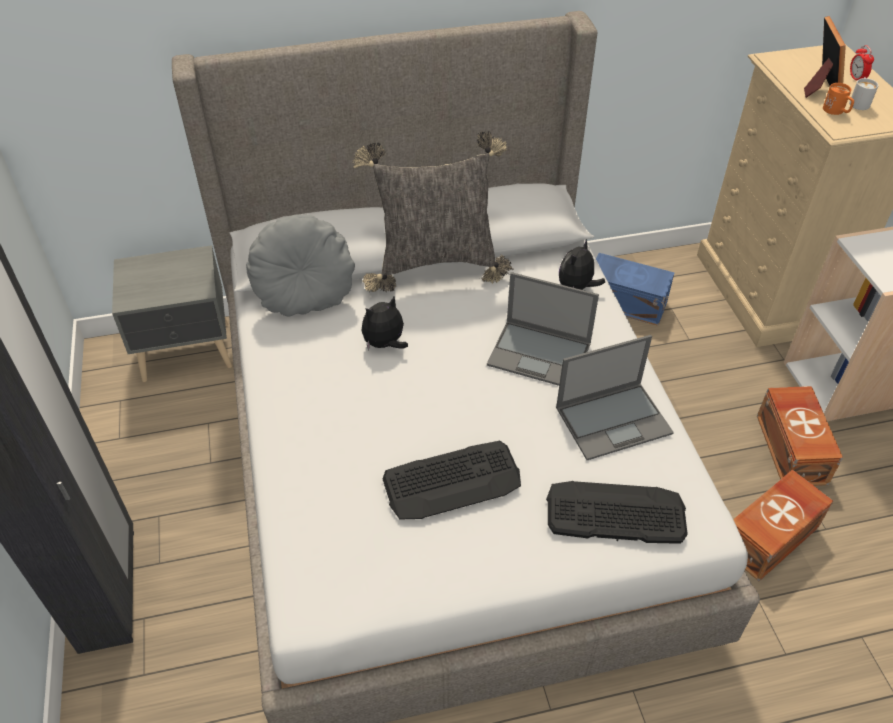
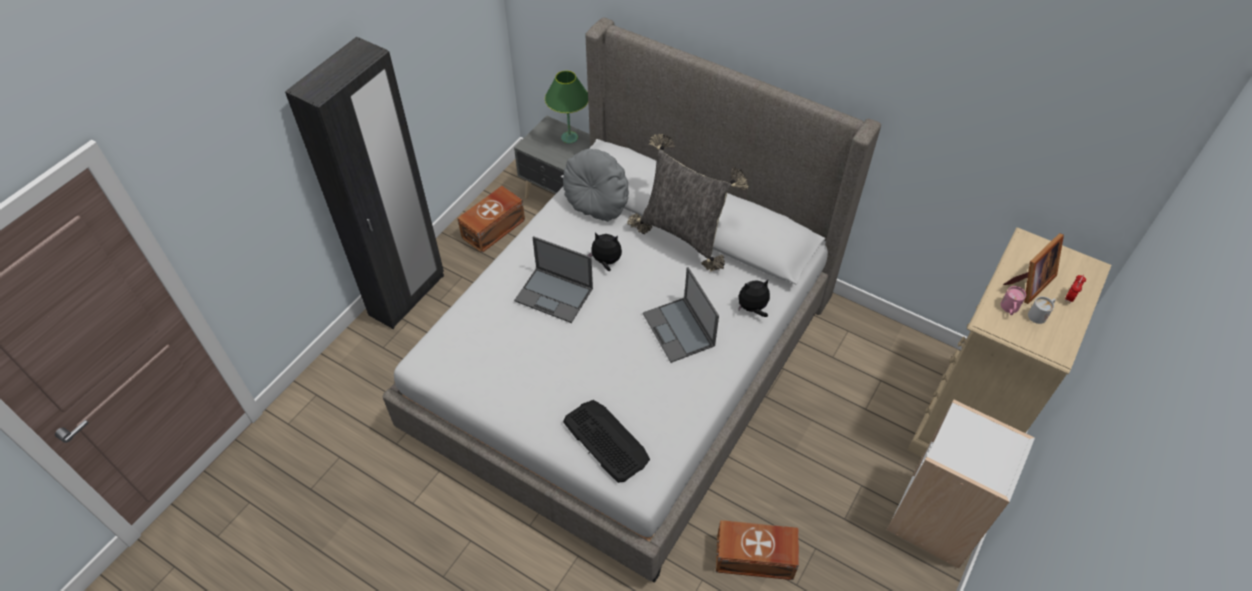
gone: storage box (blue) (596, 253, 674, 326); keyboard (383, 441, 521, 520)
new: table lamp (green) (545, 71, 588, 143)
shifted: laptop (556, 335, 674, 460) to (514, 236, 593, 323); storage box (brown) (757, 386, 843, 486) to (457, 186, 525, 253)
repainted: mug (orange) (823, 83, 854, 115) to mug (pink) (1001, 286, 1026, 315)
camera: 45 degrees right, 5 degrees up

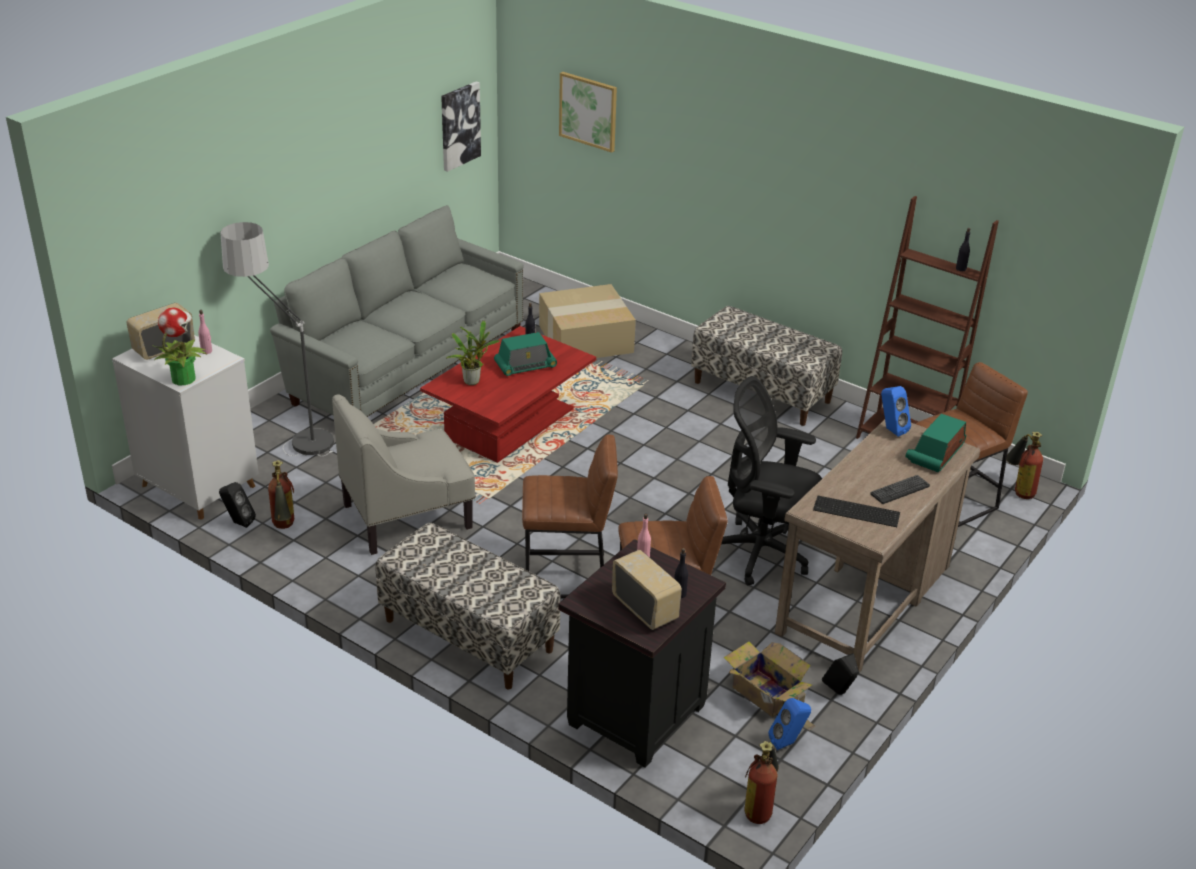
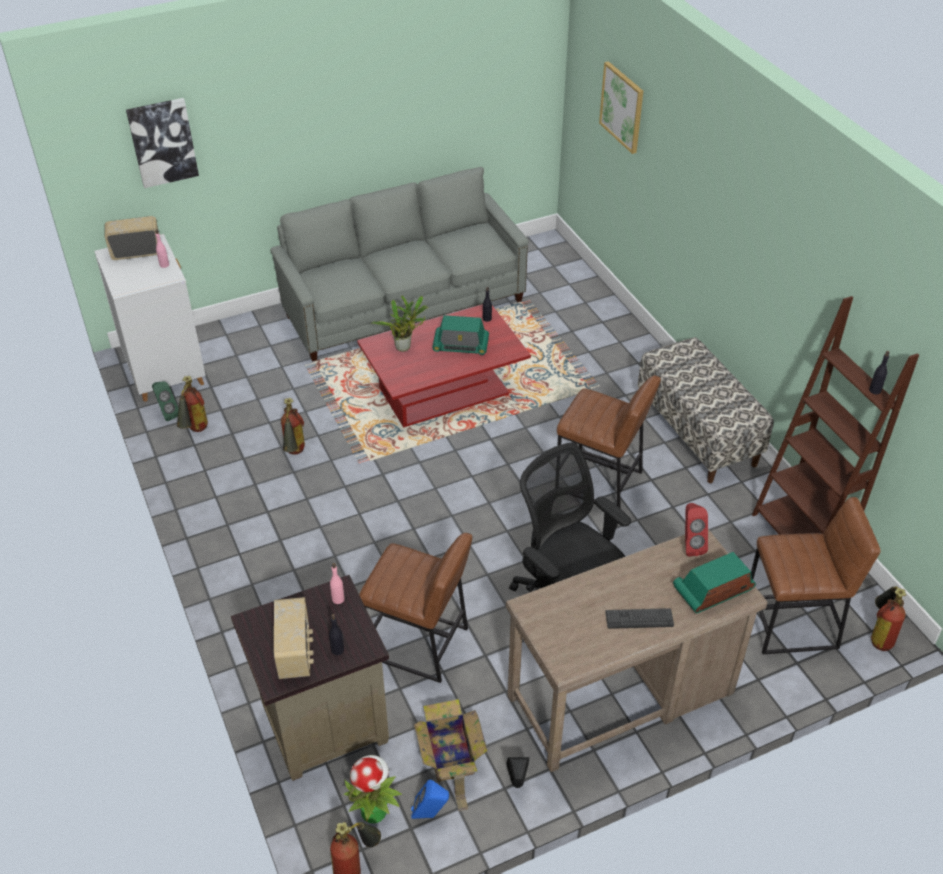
gone: floor lamp (220, 222, 334, 456); cardboard box (539, 284, 636, 358); keyboard (813, 496, 900, 527); bench (376, 522, 561, 689)
shifted: picture (441, 81, 481, 172) to (126, 98, 199, 188); potted plant (154, 308, 208, 385) to (343, 755, 402, 823); chair (brown) (522, 434, 618, 599) to (557, 375, 661, 508)
swapped: armchair (grey) (332, 394, 476, 555) to fire extinguisher (281, 398, 305, 454)
repainted: speaker (blue) (881, 386, 911, 437) to speaker (red) (685, 503, 708, 557); speaker (black) (219, 482, 256, 528) to speaker (green) (152, 381, 179, 421); cabinet (black) (558, 539, 726, 768) to cabinet (beige) (231, 575, 389, 781)
camera: 30 degrees right, 10 degrees up

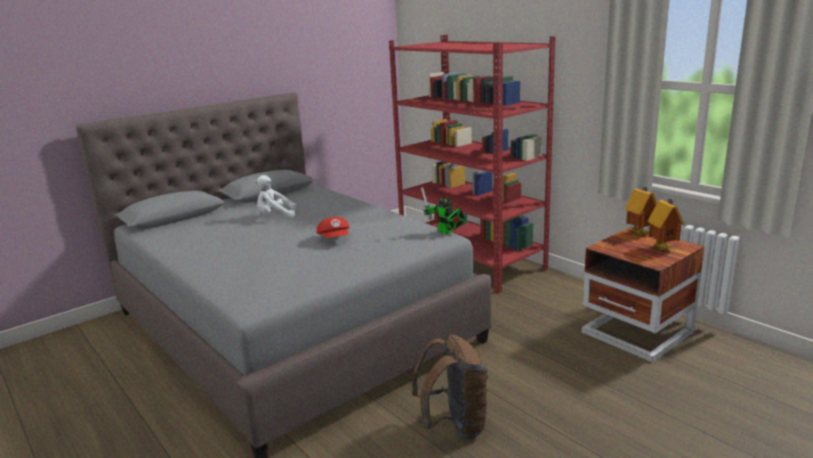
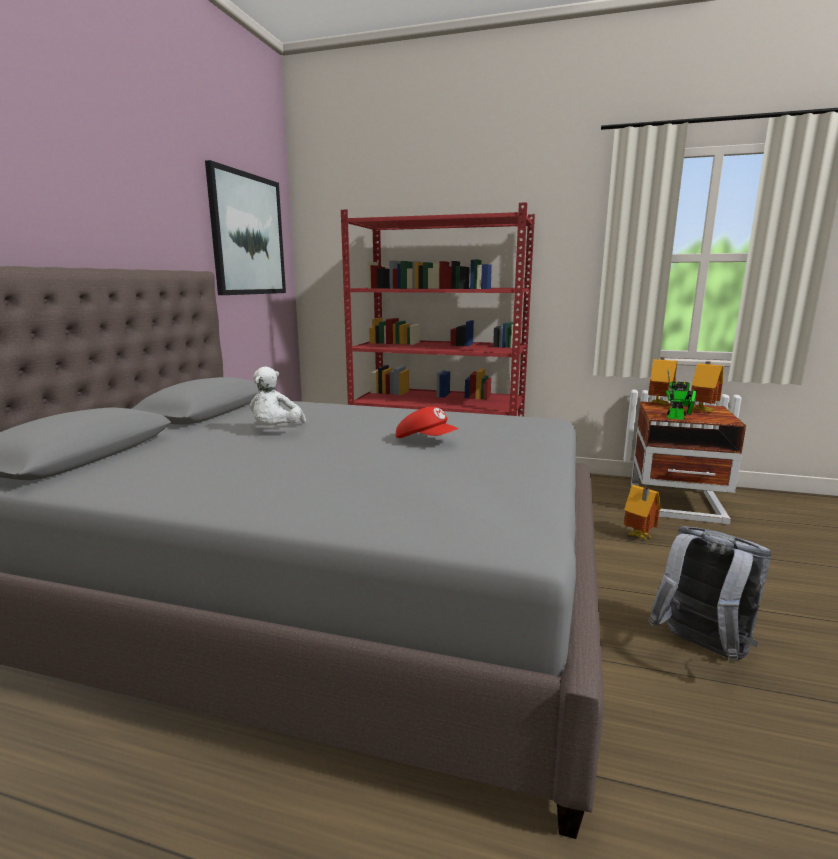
new: picture (205, 160, 286, 295); toy house (624, 485, 661, 542)
shifted: toy robot (421, 187, 466, 234) to (666, 370, 697, 420)
repainted: backpack (brown) (412, 335, 488, 440) to backpack (grey) (648, 526, 772, 661)
rotated: plush toy (white) (255, 175, 297, 218) = (250, 367, 306, 426) 45 degrees counterclockwise
camera: 35 degrees left, 5 degrees down

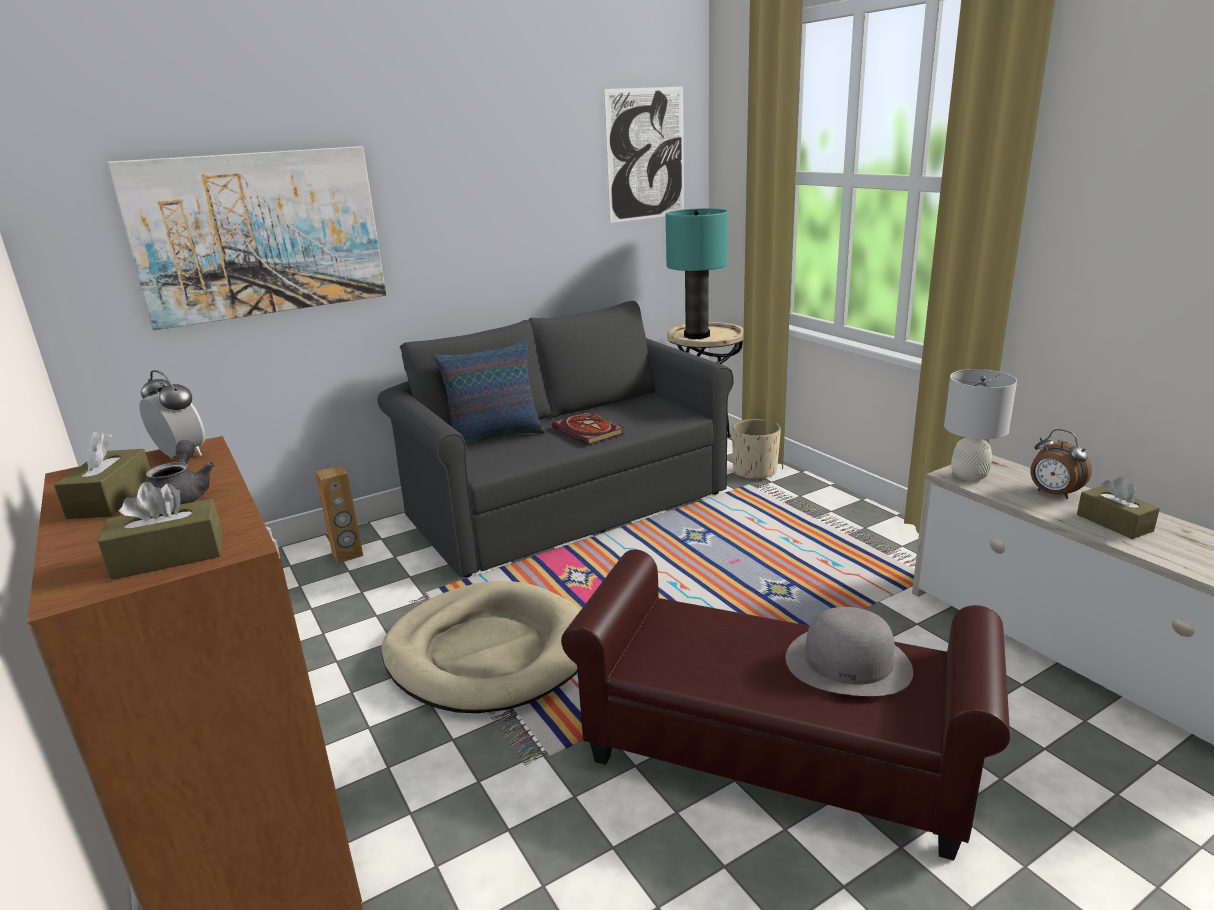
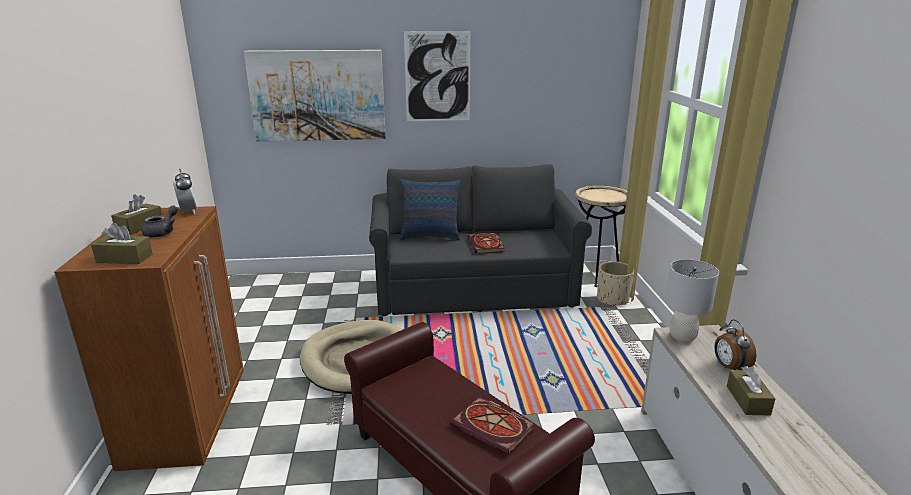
gone: table lamp (turquoise) (666, 208, 728, 339); speaker (brown) (315, 466, 363, 563)
shifted: picture (604, 87, 684, 223) to (404, 31, 471, 121)
swapped: hat (grey) (786, 607, 913, 696) to book (450, 396, 535, 456)
camera: 25 degrees right, 0 degrees up

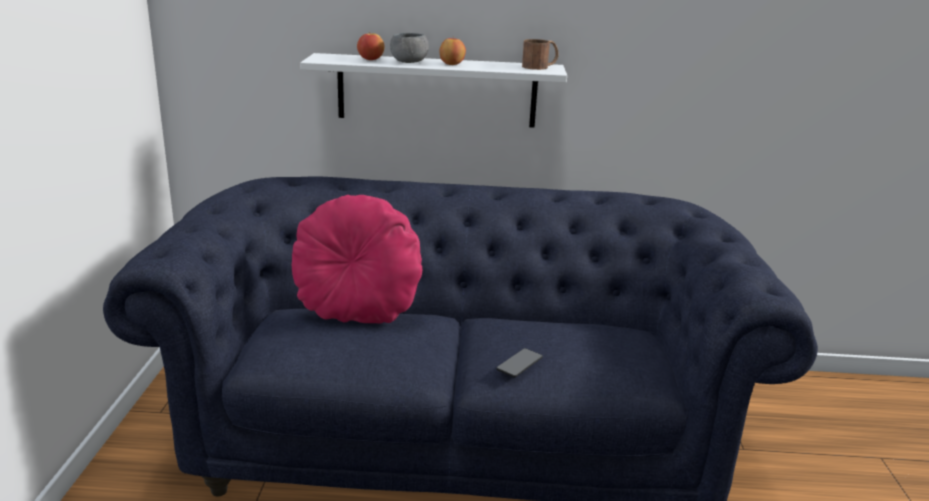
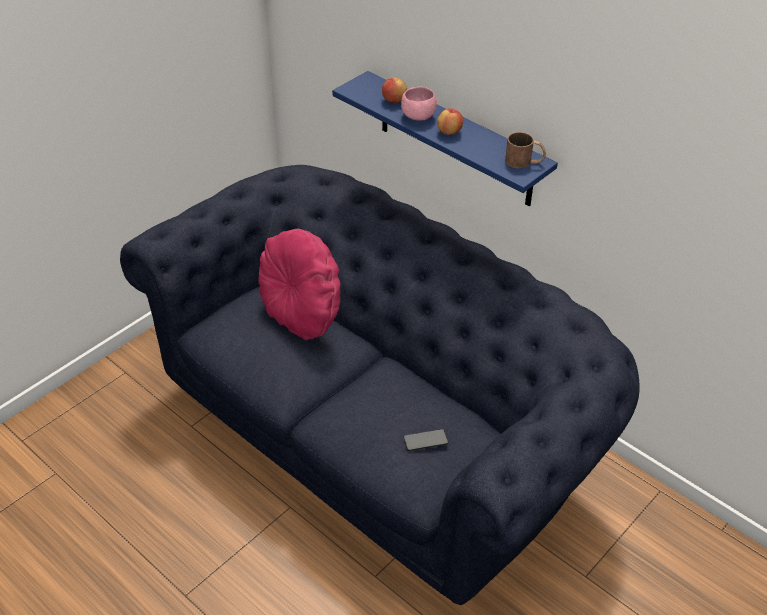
shifted: phone (496, 348, 543, 377) to (403, 429, 448, 451)
repainted: bowl (grey) (390, 33, 429, 63) to bowl (pink) (401, 87, 437, 121); shelf (white) (300, 53, 567, 128) to shelf (blue) (332, 71, 558, 206)
camera: 40 degrees right, 20 degrees up

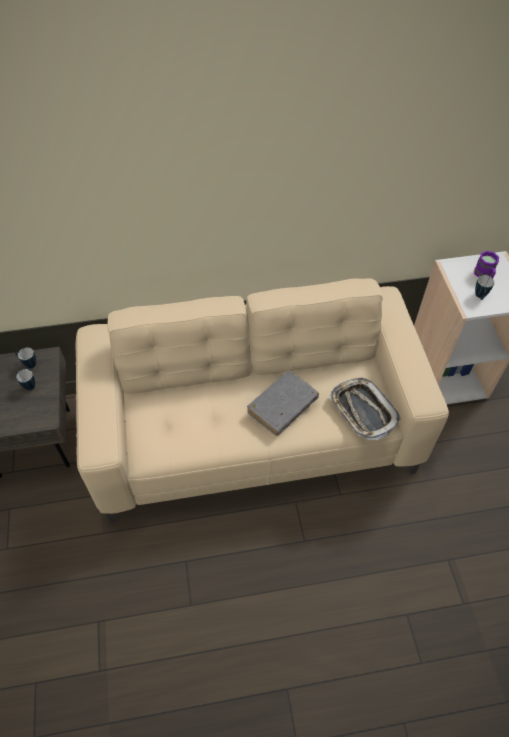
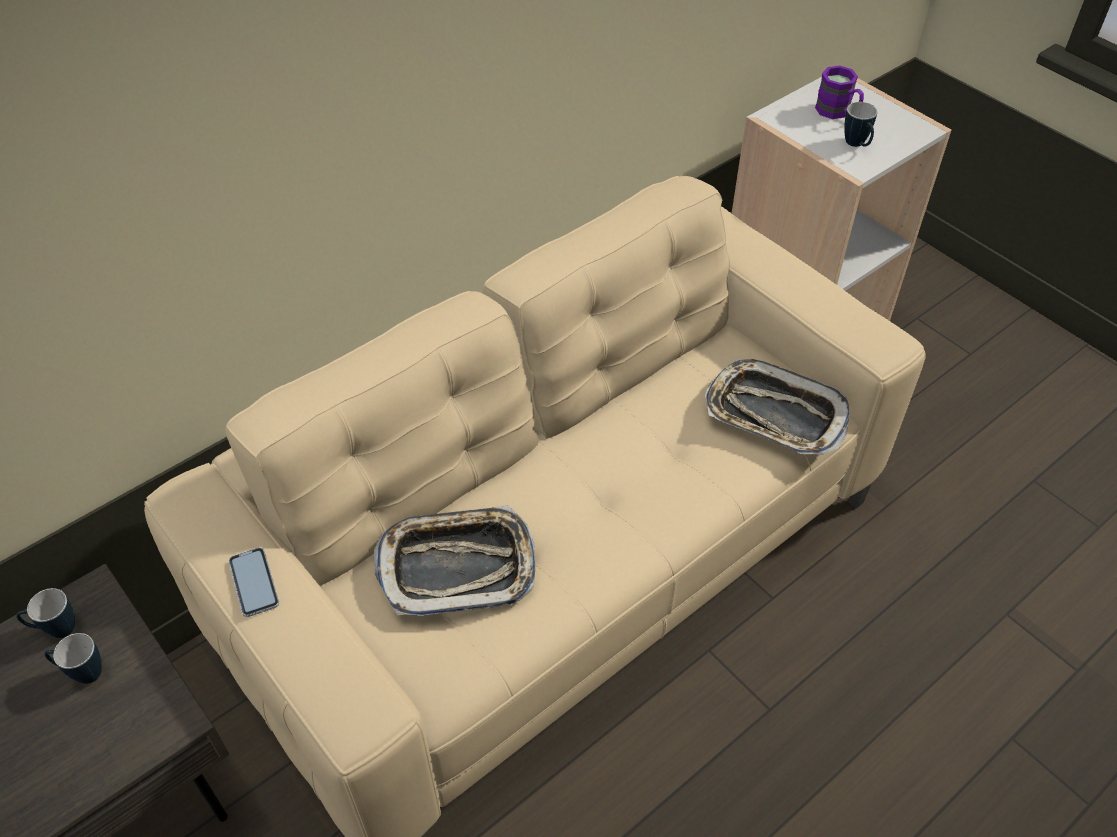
gone: book (grey) (247, 371, 319, 436)
new: tray (374, 505, 535, 616); phone (229, 547, 279, 617)
camera: 30 degrees left, 5 degrees down

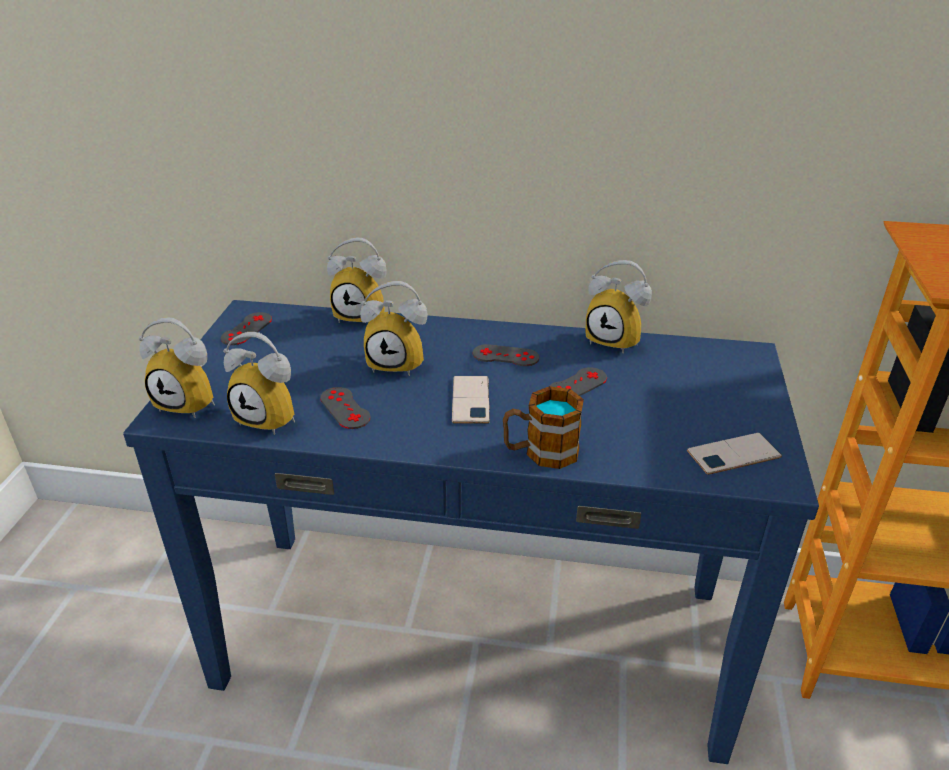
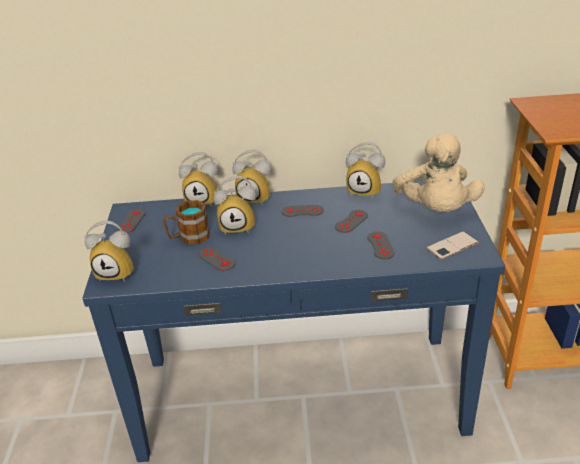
gone: phone (452, 376, 490, 423)
new: plush toy (beige) (393, 133, 485, 212); game controller (grey) (368, 231, 395, 259)
shifted: alarm clock (223, 332, 295, 435) to (232, 149, 272, 205); mug (503, 386, 584, 469) to (163, 200, 210, 245)
camera: 10 degrees left, 0 degrees up

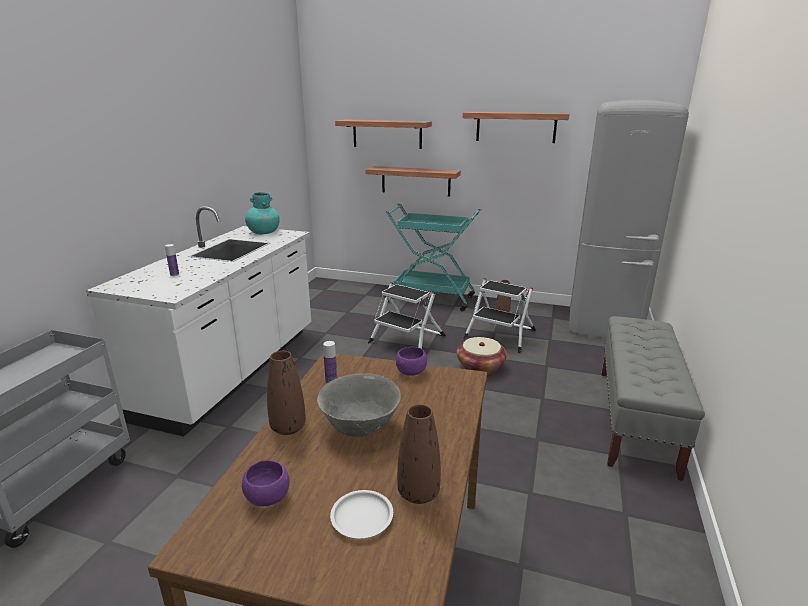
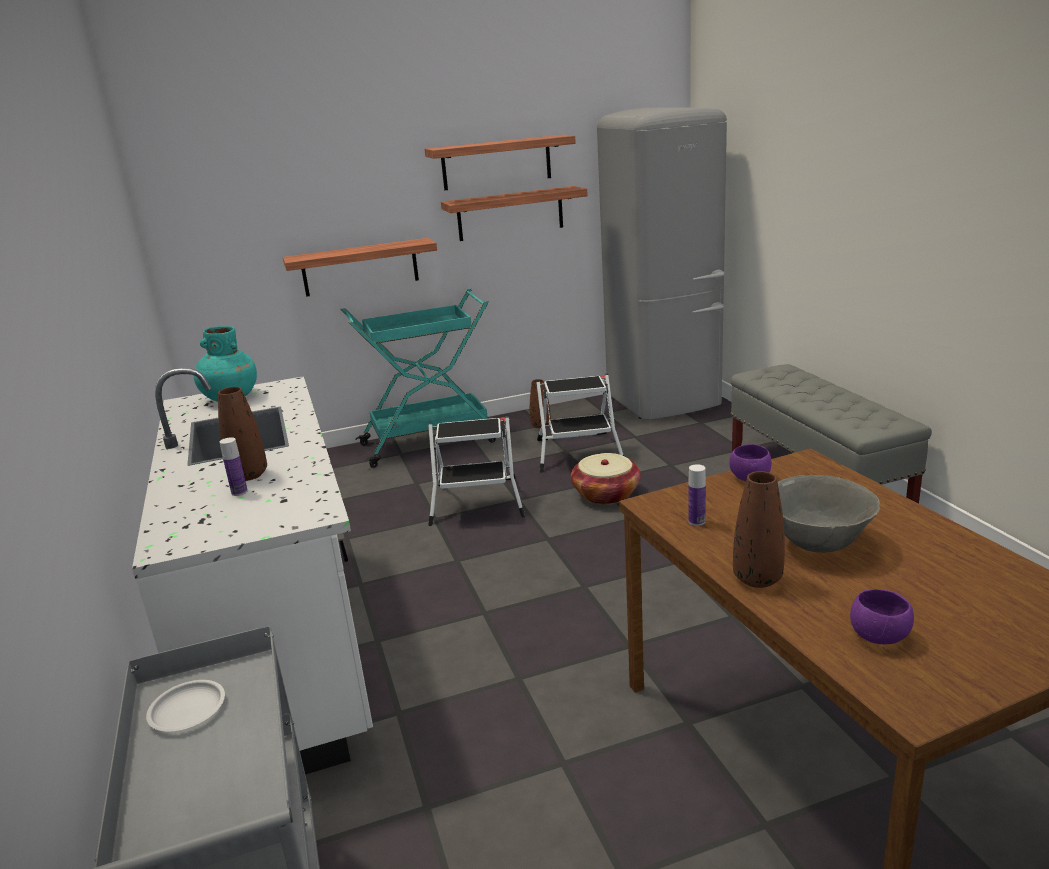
shifted: shelf (335, 120, 432, 149) to (441, 186, 588, 241); vase (brown) (397, 404, 441, 504) to (218, 387, 267, 481); plate (white) (330, 490, 393, 538) to (146, 680, 225, 732)
camera: 35 degrees left, 0 degrees up

